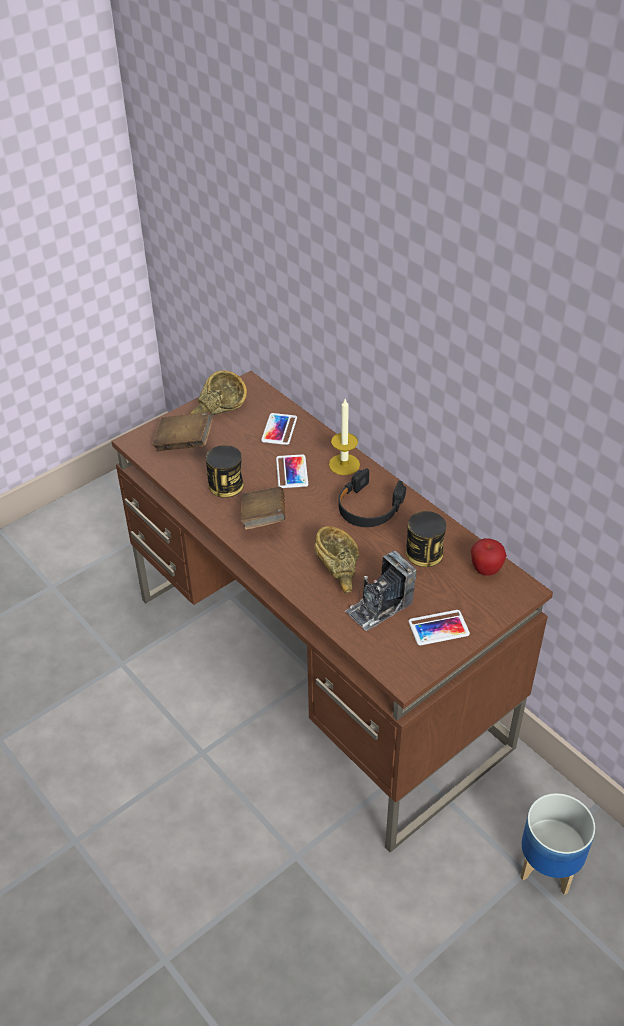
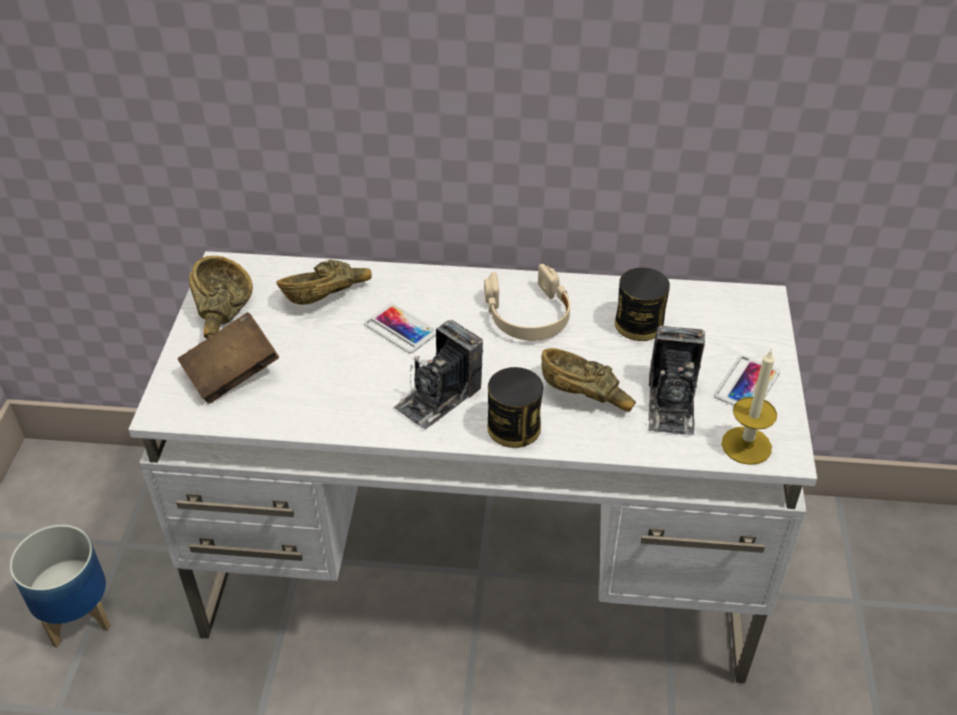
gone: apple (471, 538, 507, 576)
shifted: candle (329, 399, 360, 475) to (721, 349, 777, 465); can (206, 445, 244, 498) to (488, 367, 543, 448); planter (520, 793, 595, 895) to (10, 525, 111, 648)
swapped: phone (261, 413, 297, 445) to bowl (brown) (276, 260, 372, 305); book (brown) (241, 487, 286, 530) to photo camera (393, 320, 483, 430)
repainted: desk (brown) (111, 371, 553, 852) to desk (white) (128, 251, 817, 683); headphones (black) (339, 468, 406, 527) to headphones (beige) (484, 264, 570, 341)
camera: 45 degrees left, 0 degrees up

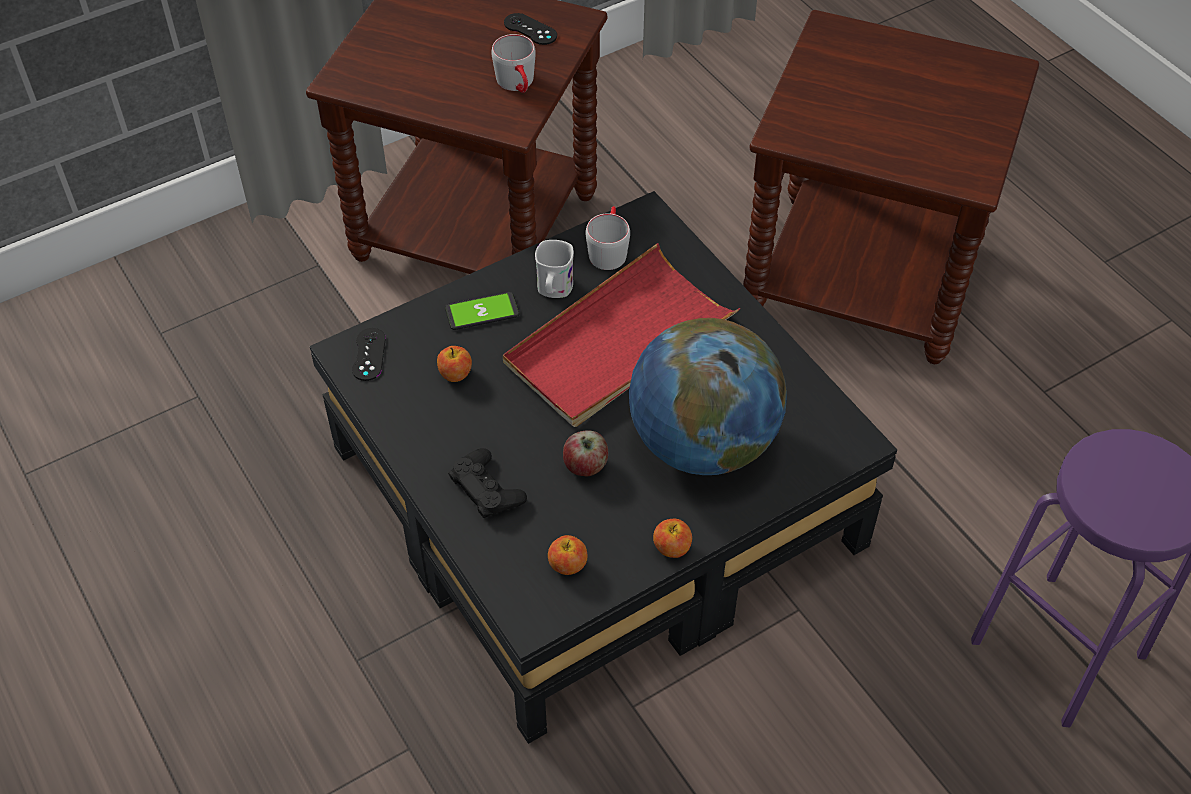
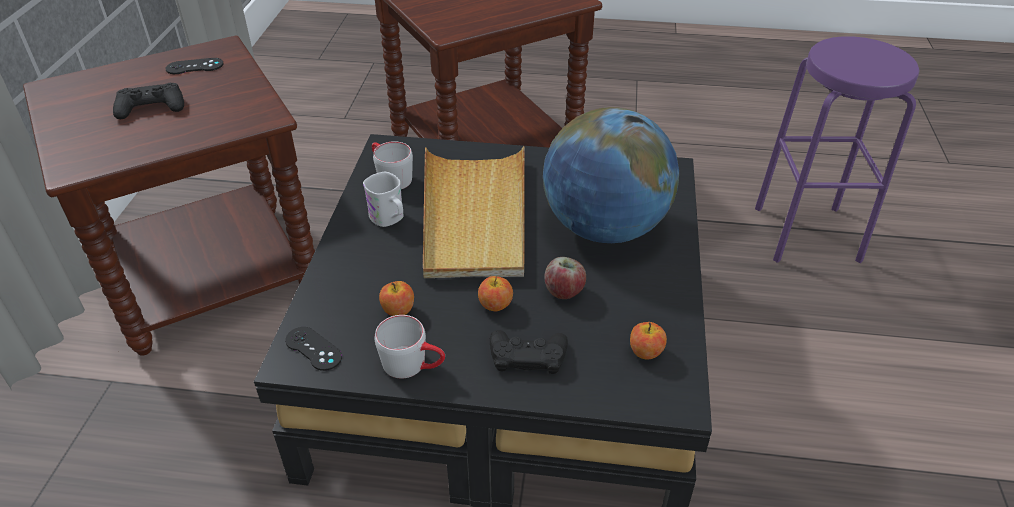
gone: phone (445, 292, 520, 330)
new: game controller (black) (113, 83, 184, 119)
shifted: mug (grey) (491, 34, 536, 93) to (375, 315, 445, 378); apple (653, 519, 692, 558) to (478, 276, 513, 311)
repainted: tray (red) (503, 243, 740, 427) to tray (beige) (423, 146, 524, 278)
camera: 50 degrees left, 10 degrees down

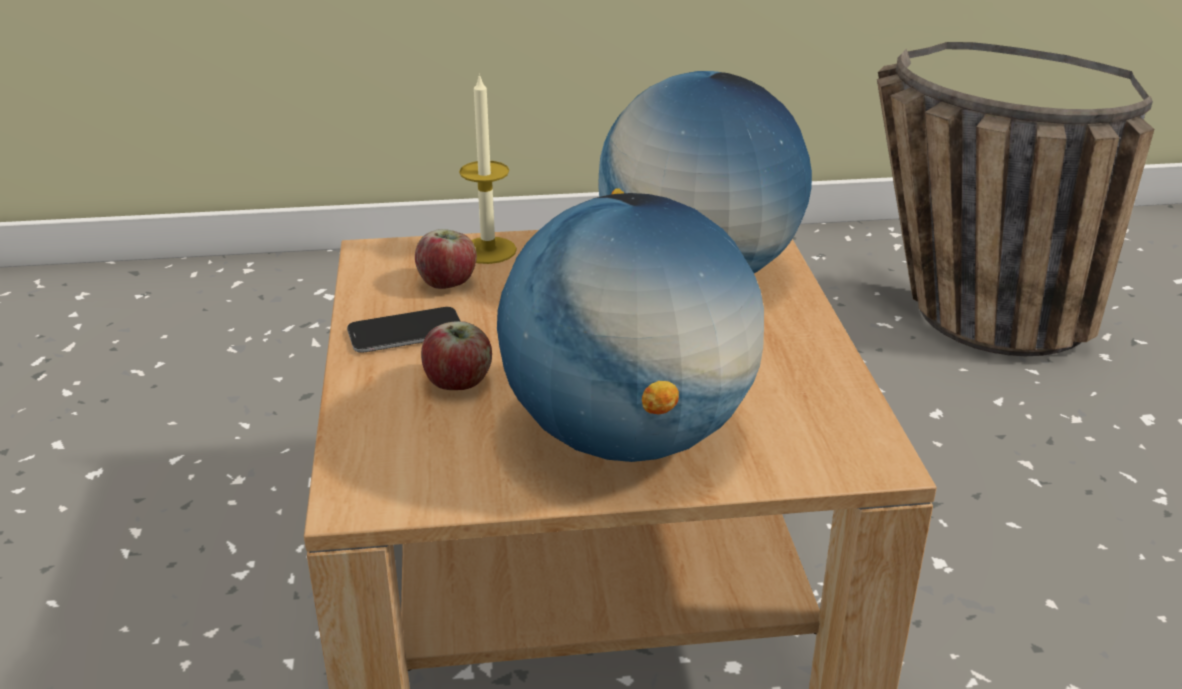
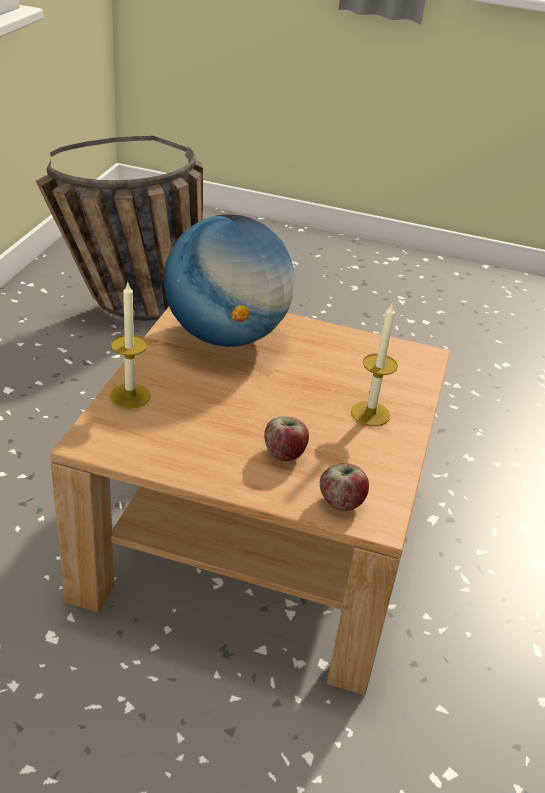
gone: phone (347, 307, 460, 353)
shifted: apple (415, 229, 477, 289) to (320, 463, 369, 511)
swapped: globe (497, 193, 764, 462) to candle (351, 304, 398, 426)
camera: 70 degrees left, 5 degrees up

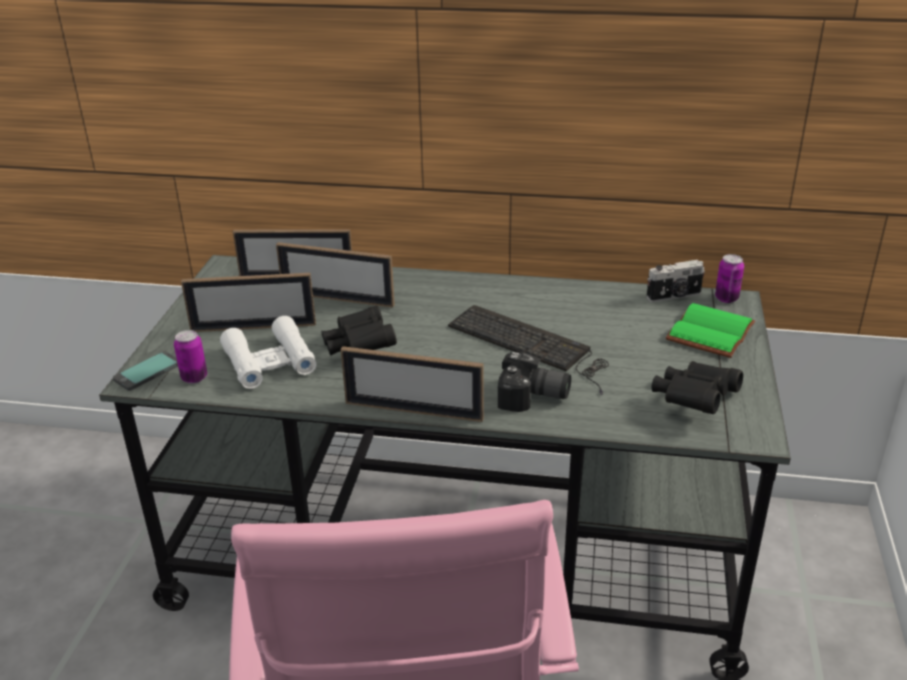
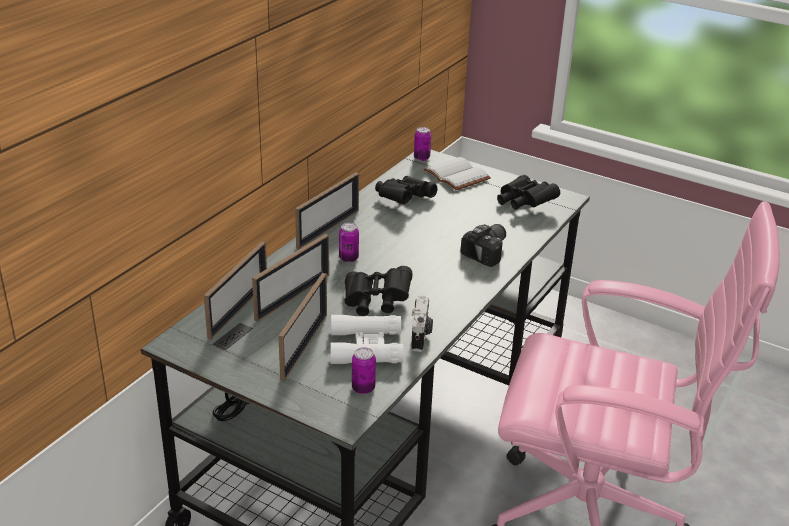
gone: keyboard (448, 305, 609, 395); phone (113, 351, 178, 391)
new: binoculars (black) (375, 176, 438, 204); can (339, 223, 359, 263)
shifted: photo camera (646, 260, 705, 302) to (411, 295, 433, 352); picture frame (341, 346, 484, 422) to (295, 172, 359, 249)
repainted: book (green) (666, 303, 755, 358) to book (white) (424, 157, 491, 190)
camera: 70 degrees left, 0 degrees up

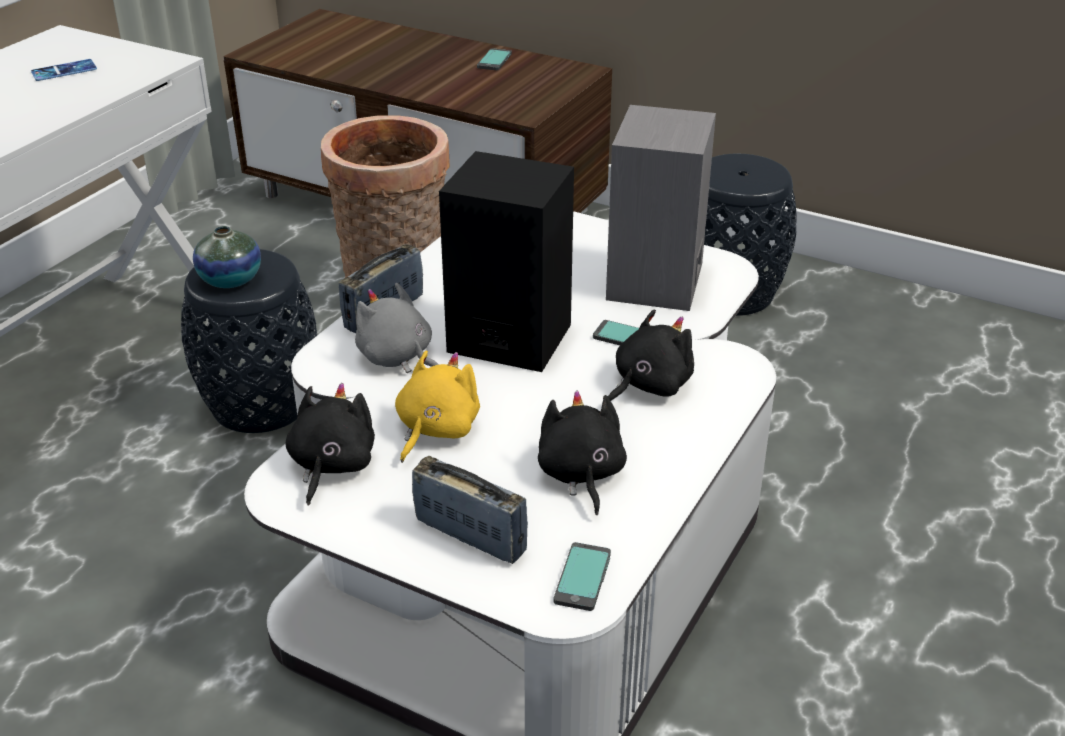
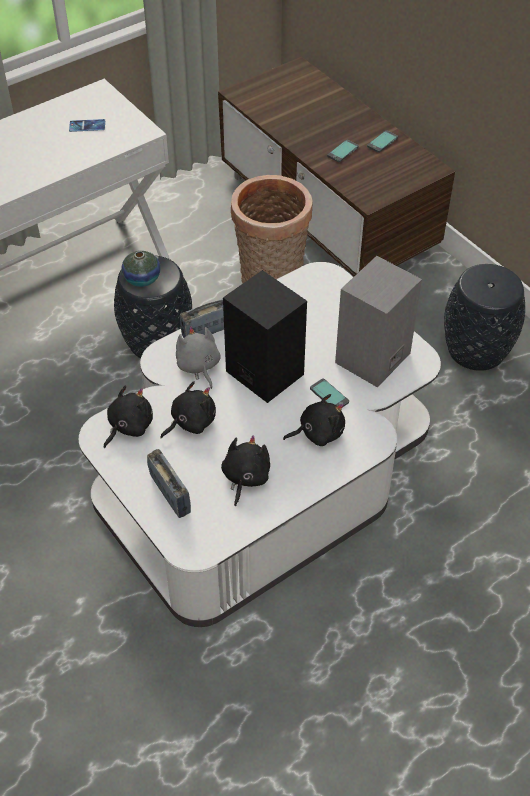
shifted: phone (554, 542, 611, 611) to (327, 140, 359, 162)
repainted: plush toy (yellow) (395, 351, 480, 463) to plush toy (black) (160, 381, 216, 438)
camera: 25 degrees right, 15 degrees up

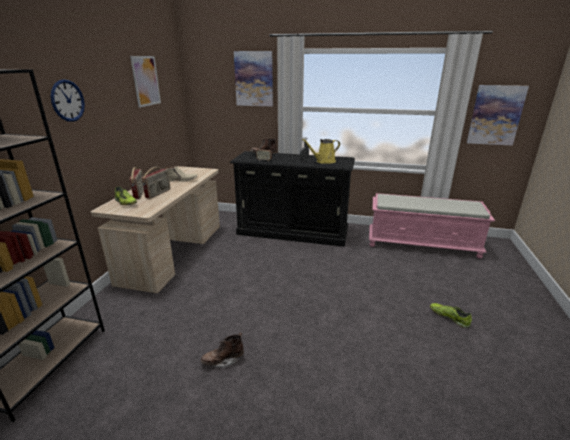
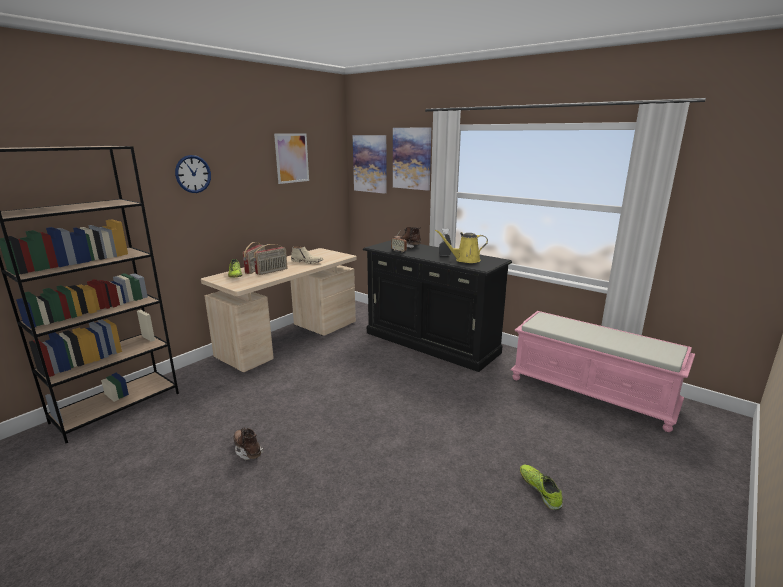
shifted: picture (467, 85, 529, 146) to (353, 135, 387, 194)
rotated: boot (brown) (201, 332, 244, 368) = (233, 427, 264, 461) 45 degrees clockwise
camera: 25 degrees right, 5 degrees down

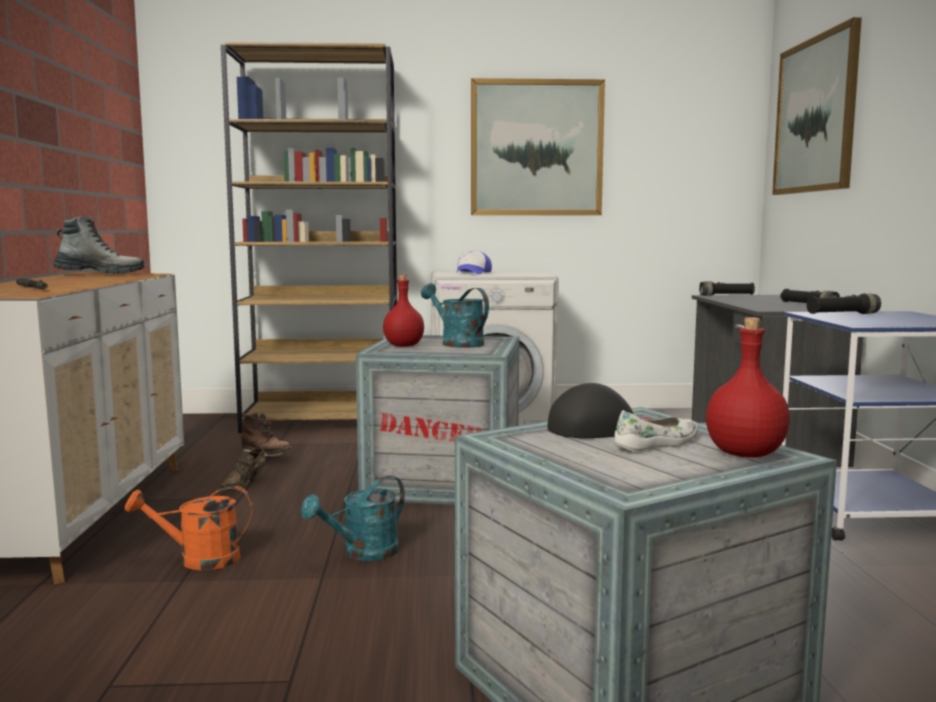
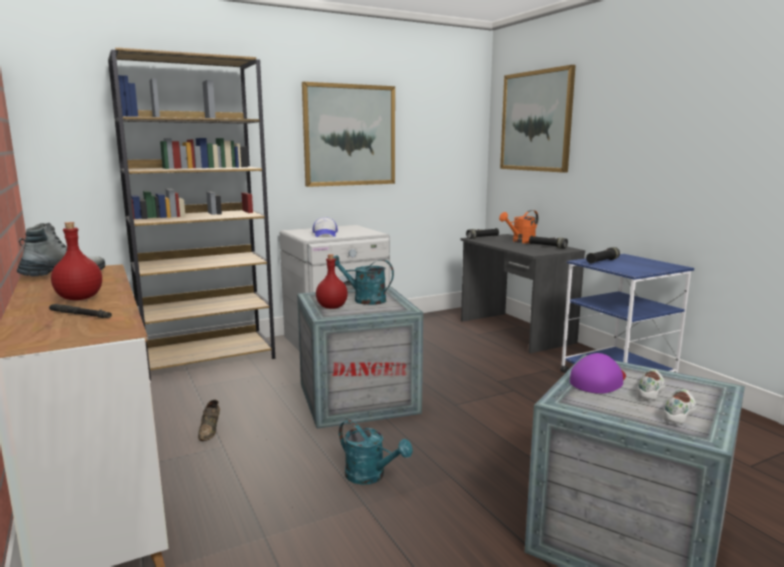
gone: boot (brown) (241, 413, 292, 457)
new: shoe (white) (663, 389, 696, 424)
shifted: bottle (red) (706, 317, 790, 458) to (51, 222, 102, 300); watering can (orange) (125, 486, 253, 570) to (499, 210, 538, 243)
repainted: cap (black) (547, 383, 653, 438) to cap (purple) (570, 353, 626, 394)
rotated: watering can (turquoise) (301, 475, 405, 561) = (339, 420, 413, 485) 75 degrees counterclockwise
camera: 25 degrees left, 5 degrees up

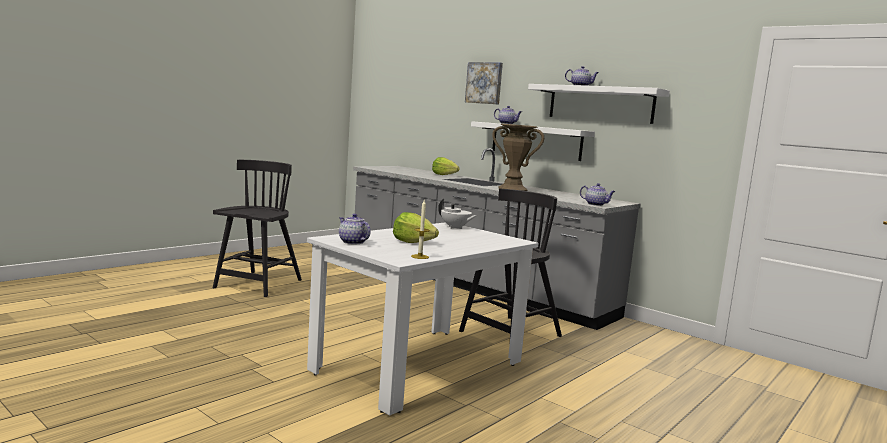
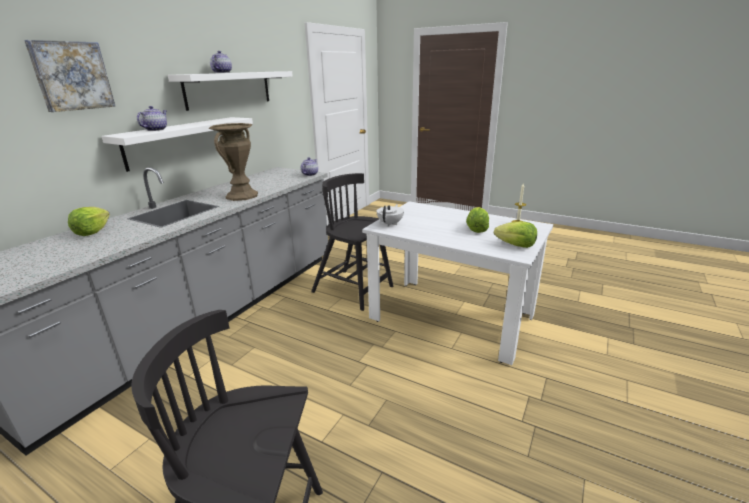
swapped: teapot (339, 214, 371, 244) to lettuce (494, 221, 537, 248)
camera: 100 degrees left, 15 degrees up

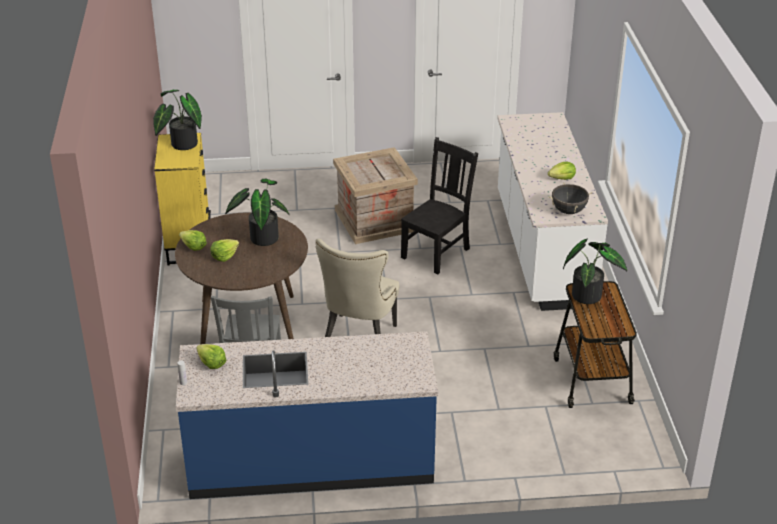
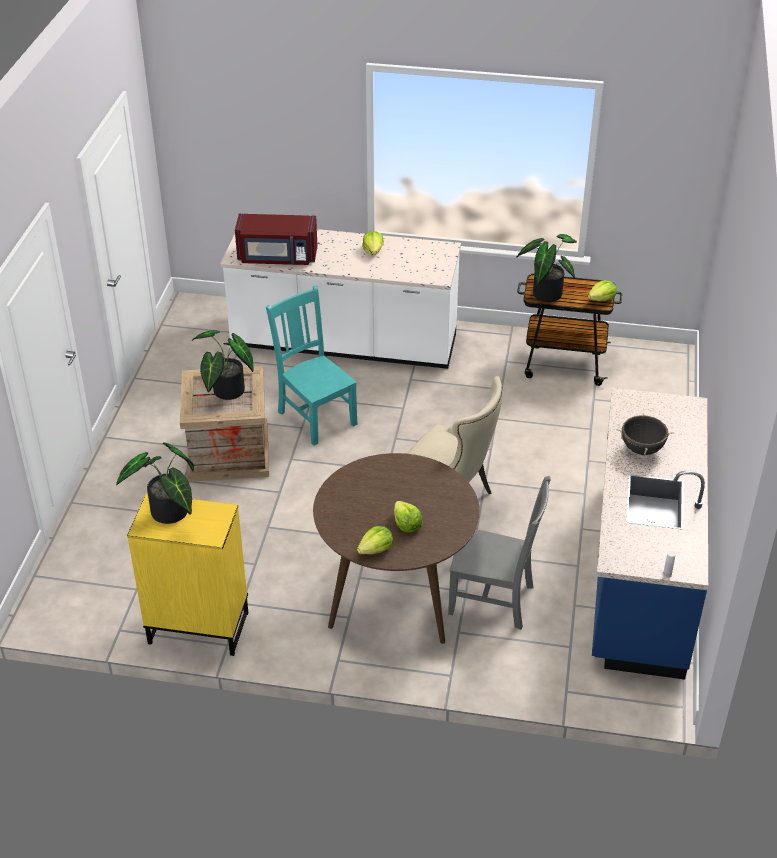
new: microwave (red) (235, 214, 318, 265)
shifted: potted plant (225, 179, 290, 246) to (192, 330, 253, 400); cooking pot (black) (548, 183, 593, 214) to (616, 412, 674, 455); lettuce (196, 344, 226, 369) to (588, 280, 617, 301)
repainted: chair (black) (401, 137, 478, 274) to chair (turquoise) (266, 285, 357, 446)
camera: 75 degrees left, 5 degrees up

